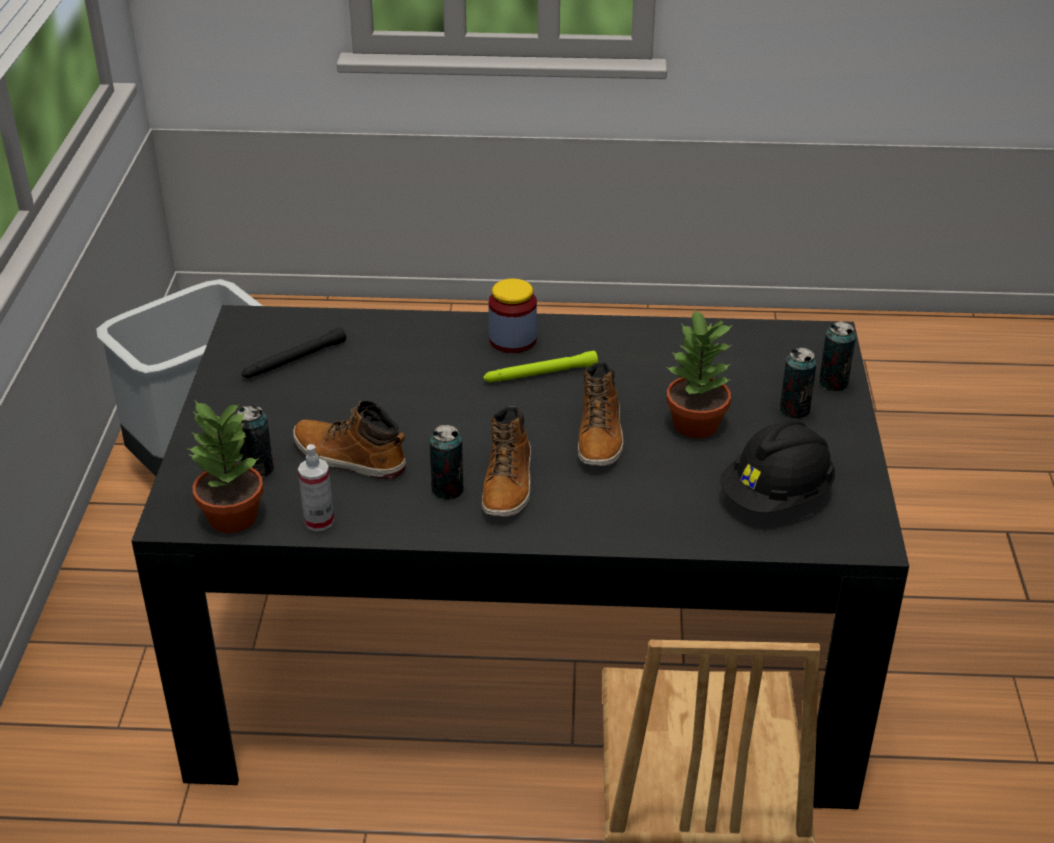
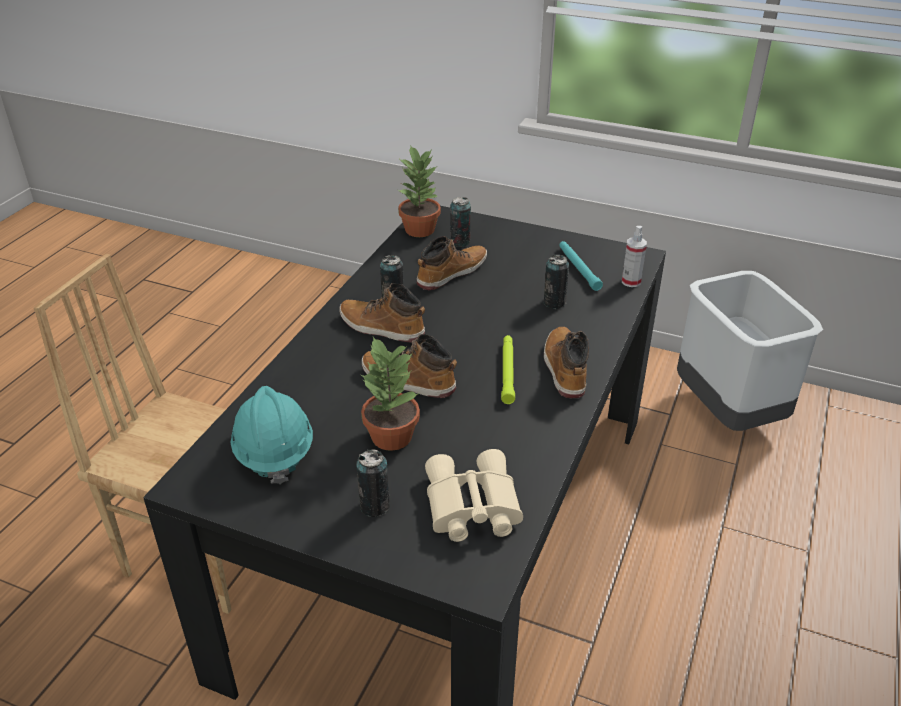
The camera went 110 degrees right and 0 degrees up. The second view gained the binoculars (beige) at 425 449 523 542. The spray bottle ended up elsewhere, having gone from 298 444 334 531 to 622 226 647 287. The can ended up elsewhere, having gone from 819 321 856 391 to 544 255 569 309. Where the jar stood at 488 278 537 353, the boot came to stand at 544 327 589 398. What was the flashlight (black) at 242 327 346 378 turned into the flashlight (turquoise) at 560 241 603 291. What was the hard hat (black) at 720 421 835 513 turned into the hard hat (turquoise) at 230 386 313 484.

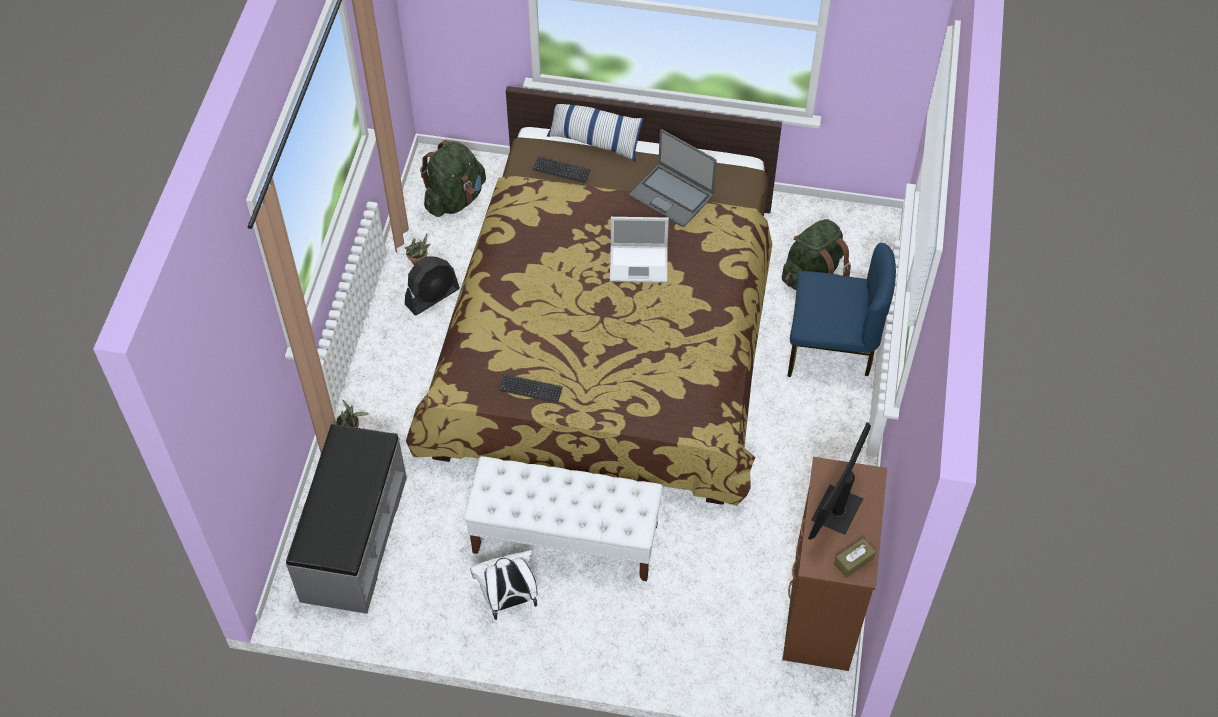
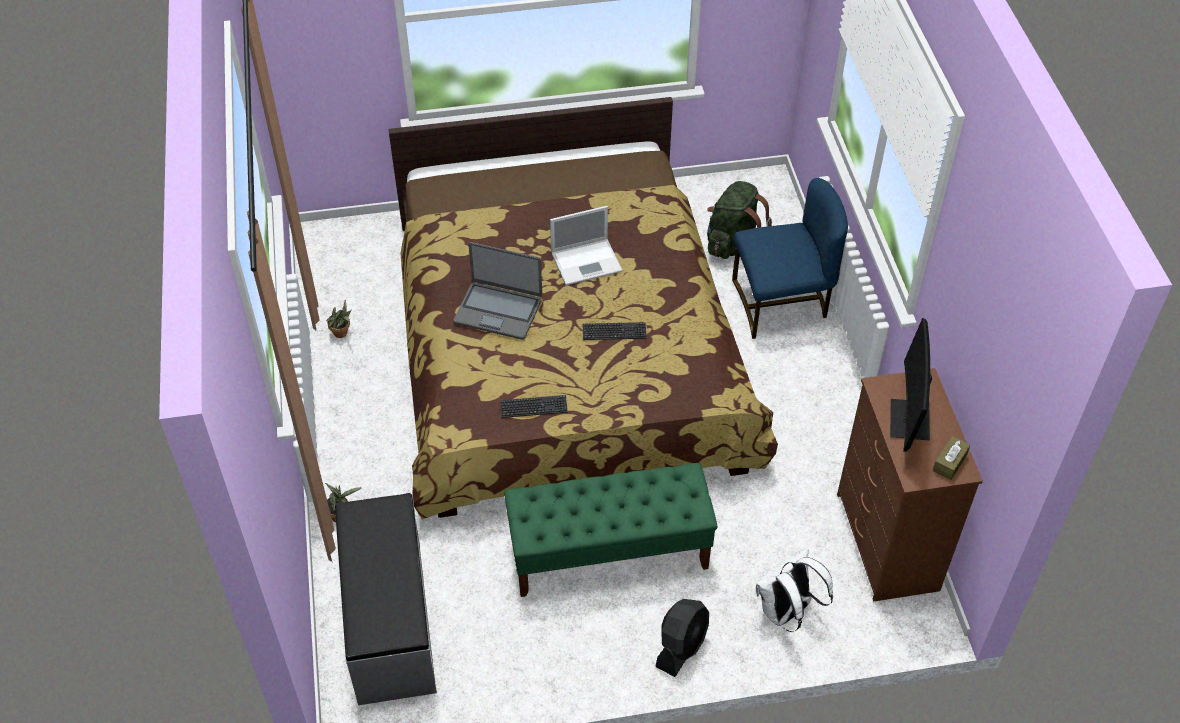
The camera went 20 degrees left and 5 degrees down. The second view lost the backpack (green) at 420 140 486 217. The second view lost the pillow at 547 104 644 162. The fan (black) ended up elsewhere, having gone from 405 256 460 315 to 655 599 709 677. The backpack (white) ended up elsewhere, having gone from 470 550 537 620 to 756 548 833 632. The keyboard ended up elsewhere, having gone from 532 156 591 183 to 583 322 647 340. The laptop ended up elsewhere, having gone from 629 129 717 227 to 453 242 542 340. What was the bench (white) at 464 456 663 581 turned into the bench (green) at 504 463 718 597.

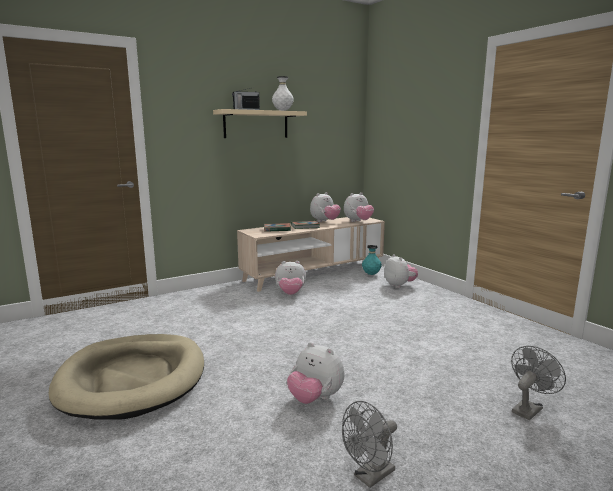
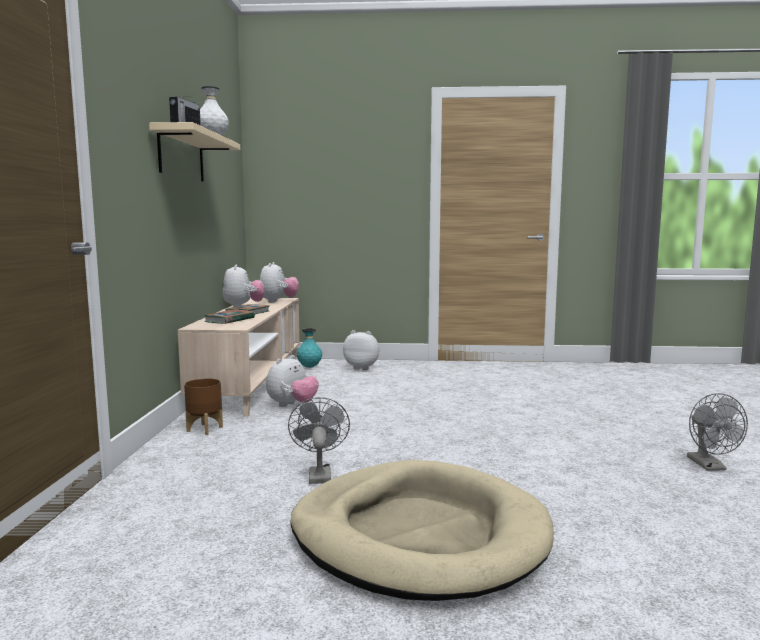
The camera went 55 degrees left and 5 degrees down. The second view lost the plush toy at 287 342 344 404. The second view gained the planter (brown) at 184 378 223 435. The fan (grey) ended up elsewhere, having gone from 511 346 566 420 to 288 397 350 484.

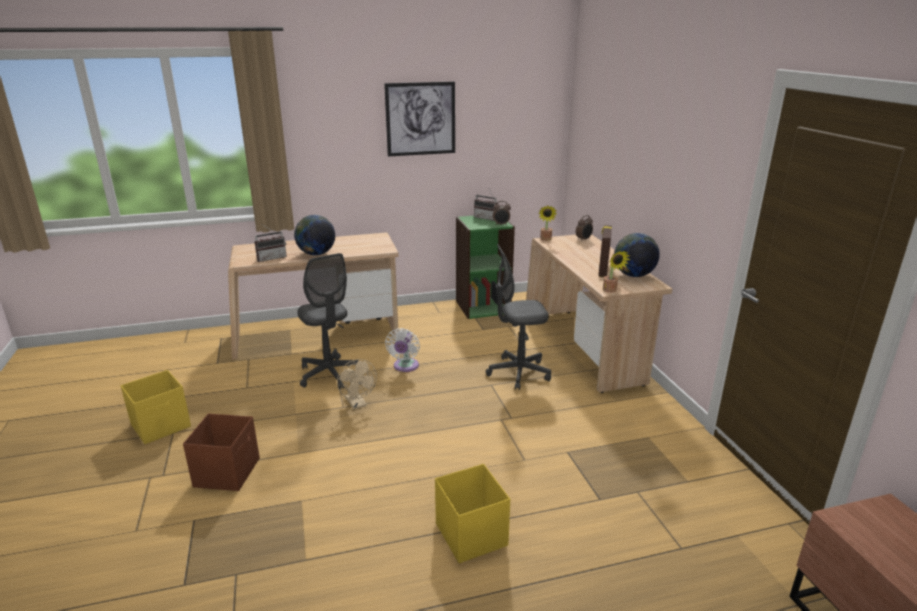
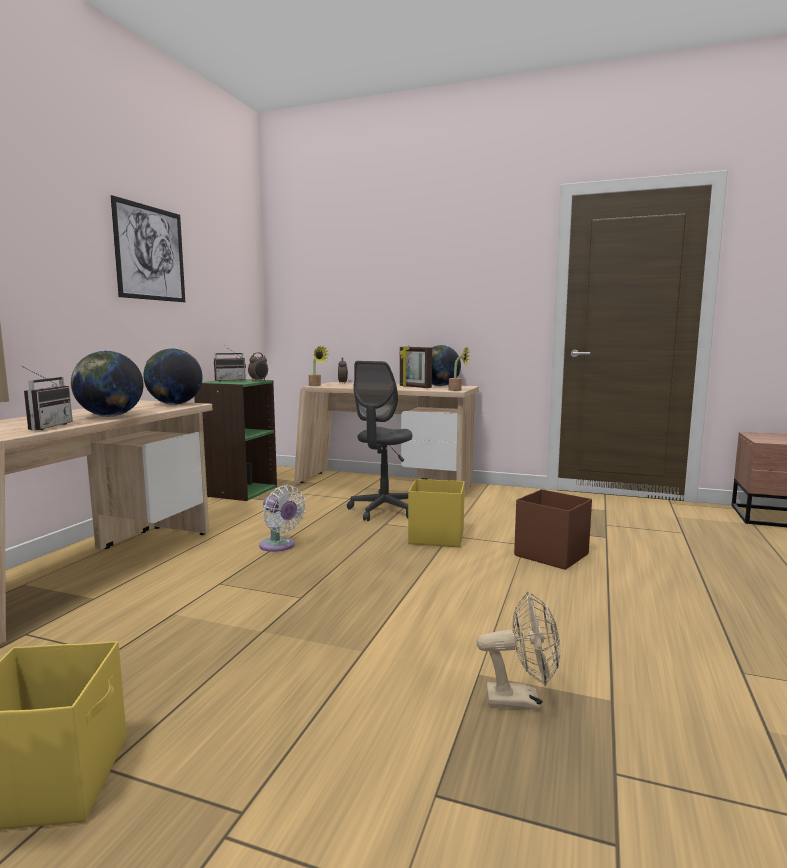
The camera went 55 degrees left and 15 degrees down. The second view lost the office chair (grey) at 297 253 359 390. The second view gained the globe at 143 349 203 405. The storage box (brown) ended up elsewhere, having gone from 183 413 260 491 to 514 489 592 570. The fan (beige) ended up elsewhere, having gone from 337 359 377 410 to 476 591 560 710. The storage box (yellow) ended up elsewhere, having gone from 435 464 510 563 to 408 479 465 547.

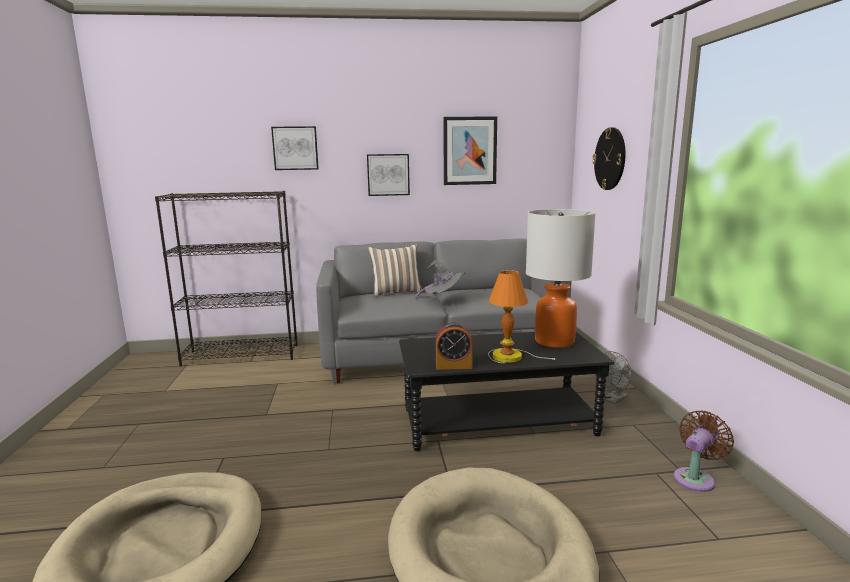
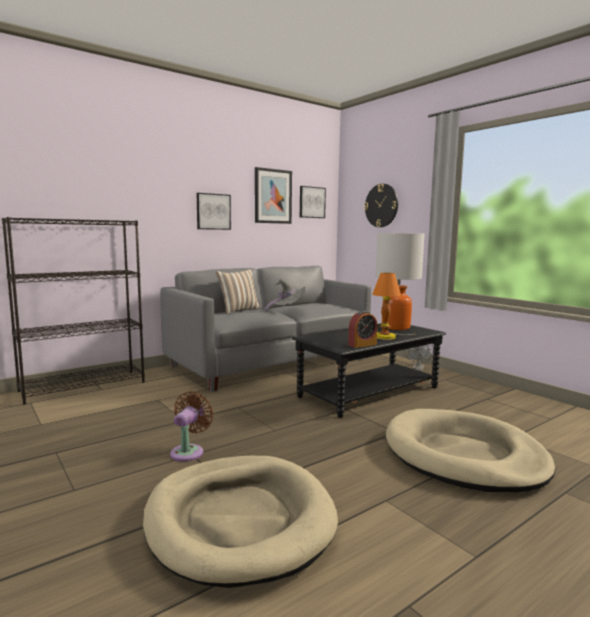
The camera went 30 degrees left and 5 degrees down. The picture ended up elsewhere, having gone from 271 126 319 170 to 300 186 326 218. The fan (brown) ended up elsewhere, having gone from 674 411 734 492 to 170 391 213 462.

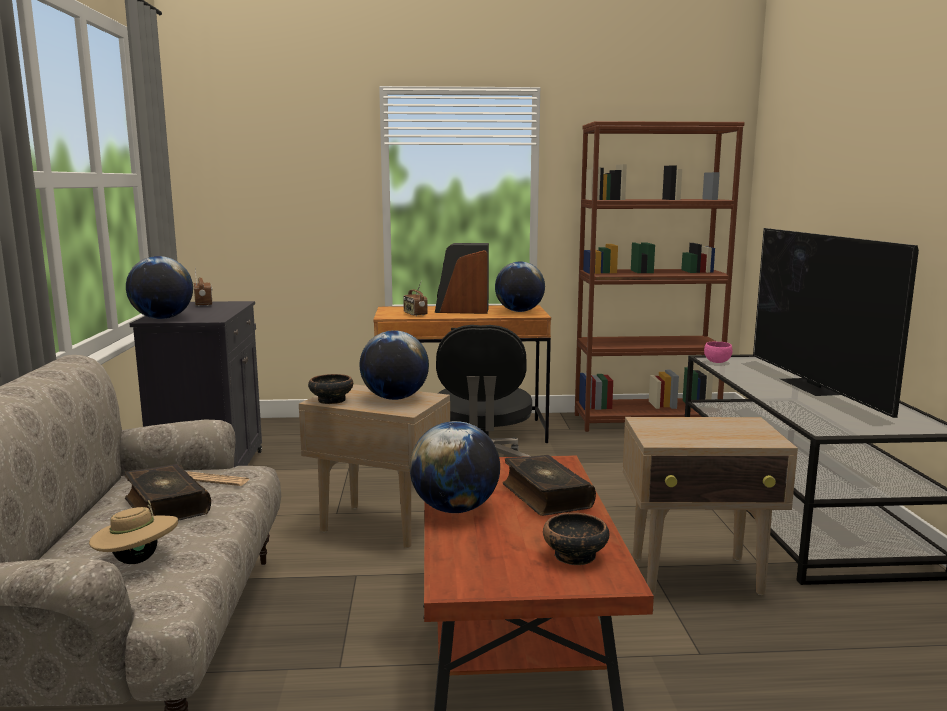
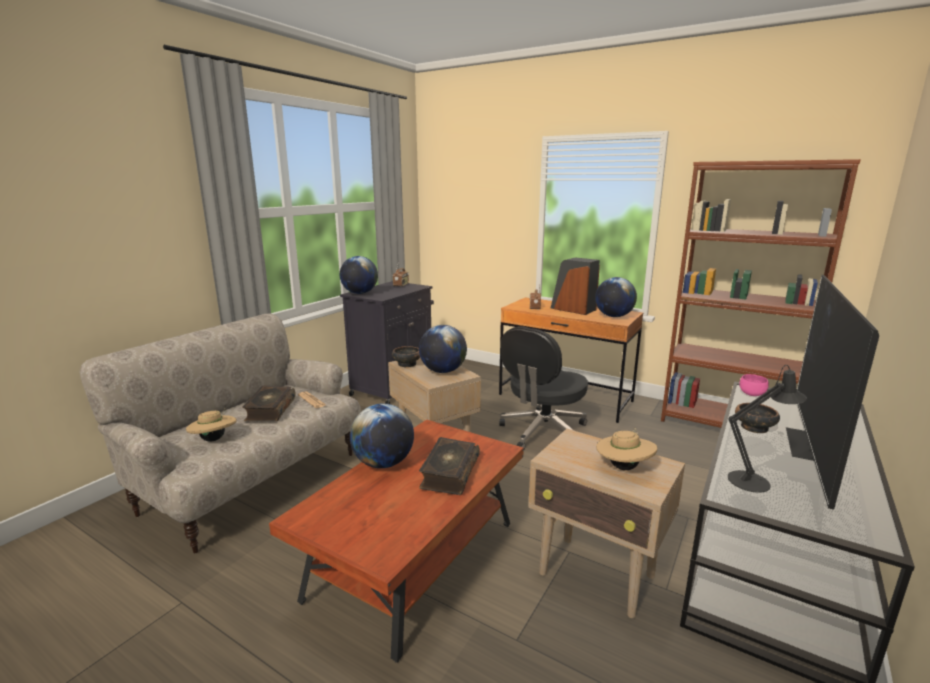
The camera went 35 degrees right and 5 degrees up. The second view gained the hat (beige) at 596 427 657 470. The second view gained the table lamp (black) at 728 365 807 493. The bowl ended up elsewhere, having gone from 543 513 609 565 to 735 403 780 433.

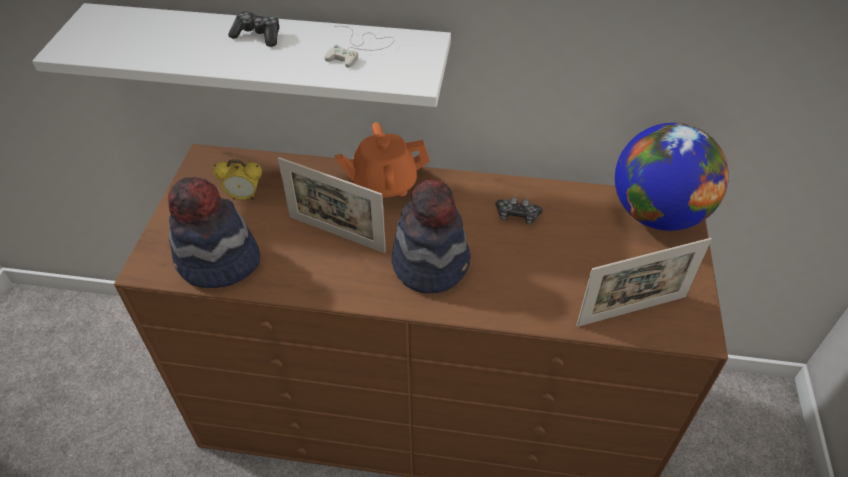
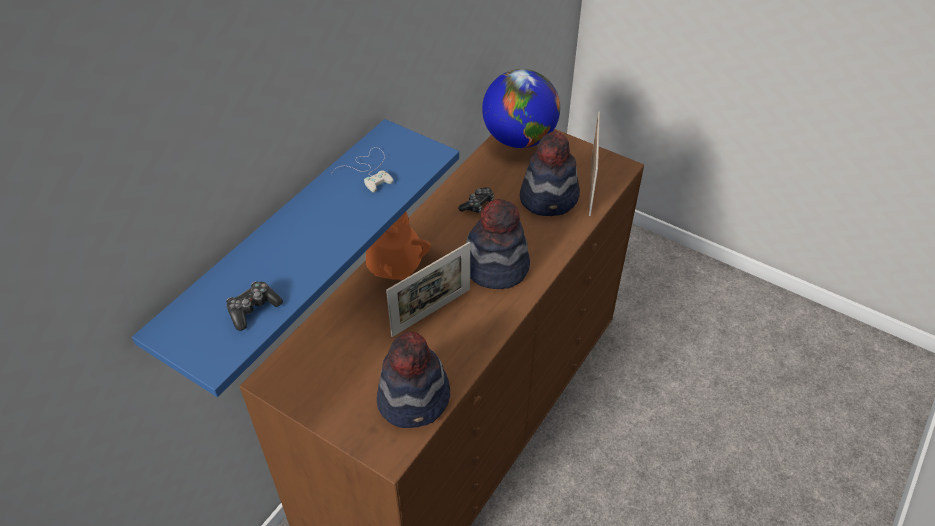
The camera went 65 degrees left and 0 degrees up. The second view lost the alarm clock at 213 159 262 200. The second view gained the hat at 520 131 580 216. The game controller ended up elsewhere, having gone from 228 11 279 47 to 226 281 283 331. What was the shelf (white) at 32 3 451 107 turned into the shelf (blue) at 132 119 459 397.

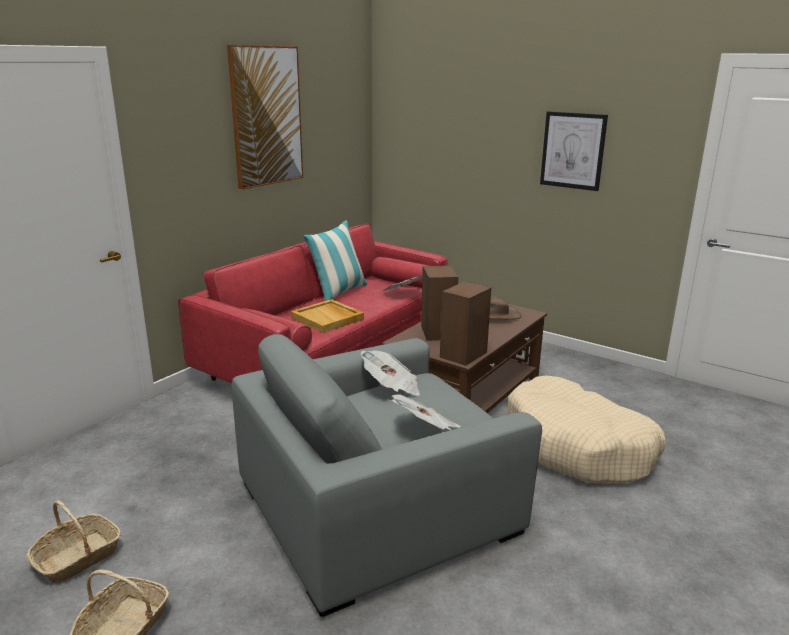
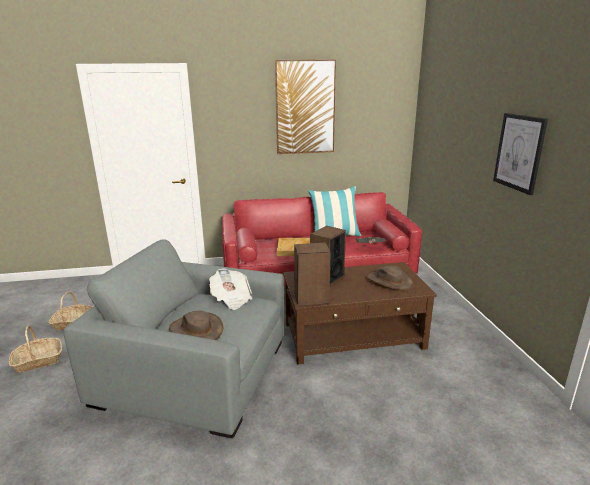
The camera went 45 degrees right and 0 degrees up. The second view lost the dog bed (beige) at 508 376 666 484. Where the newspaper stood at 392 394 461 430, the hat (brown) came to stand at 169 311 223 340.

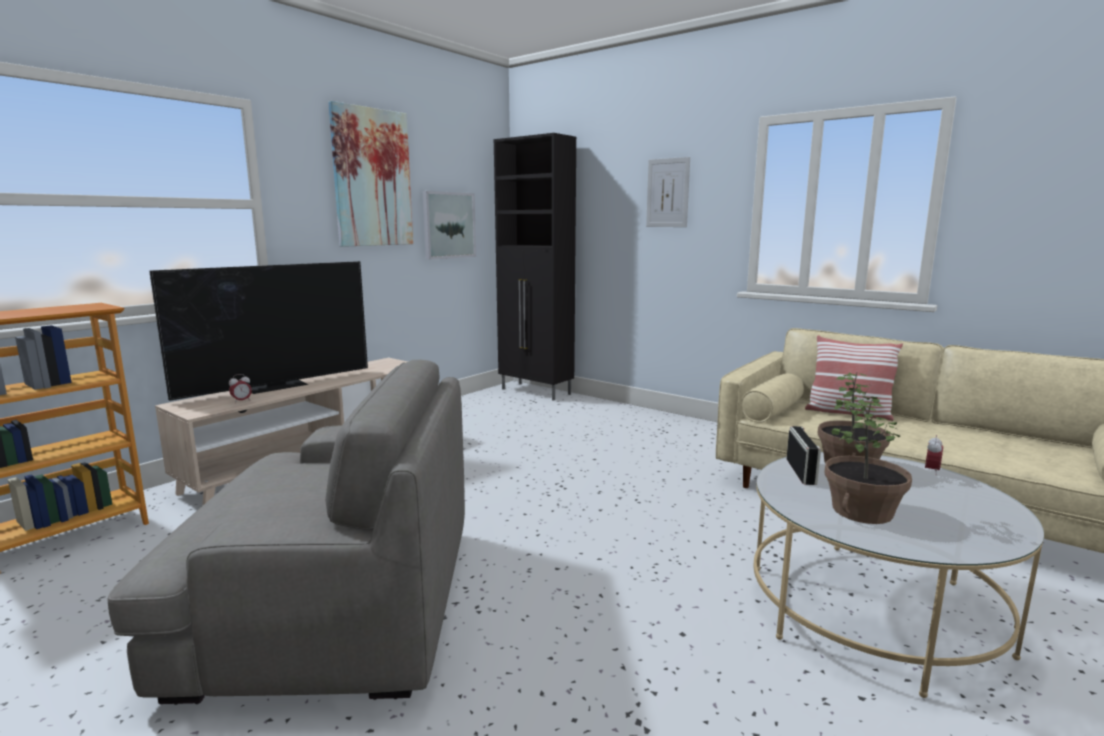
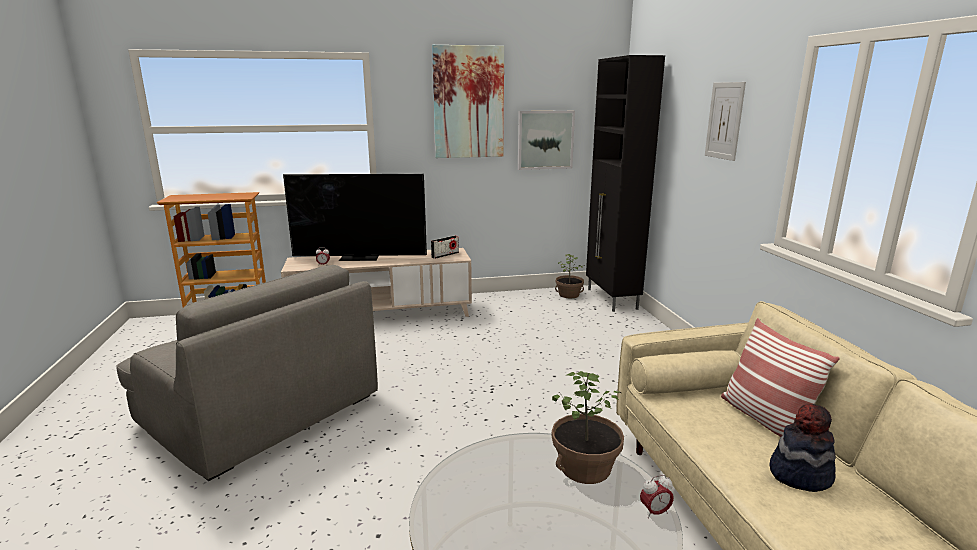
The camera went 40 degrees right and 5 degrees up. The second view gained the hat at 770 404 836 492. The radio ended up elsewhere, having gone from 787 426 821 485 to 431 235 459 259. The potted plant ended up elsewhere, having gone from 824 400 912 524 to 555 254 585 298.

